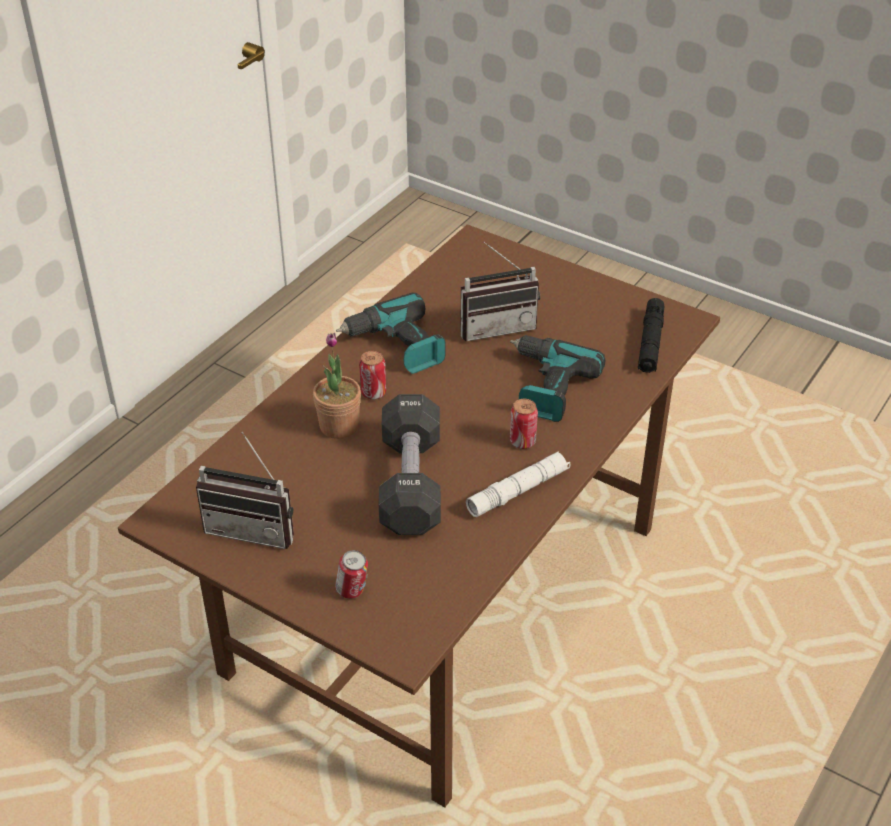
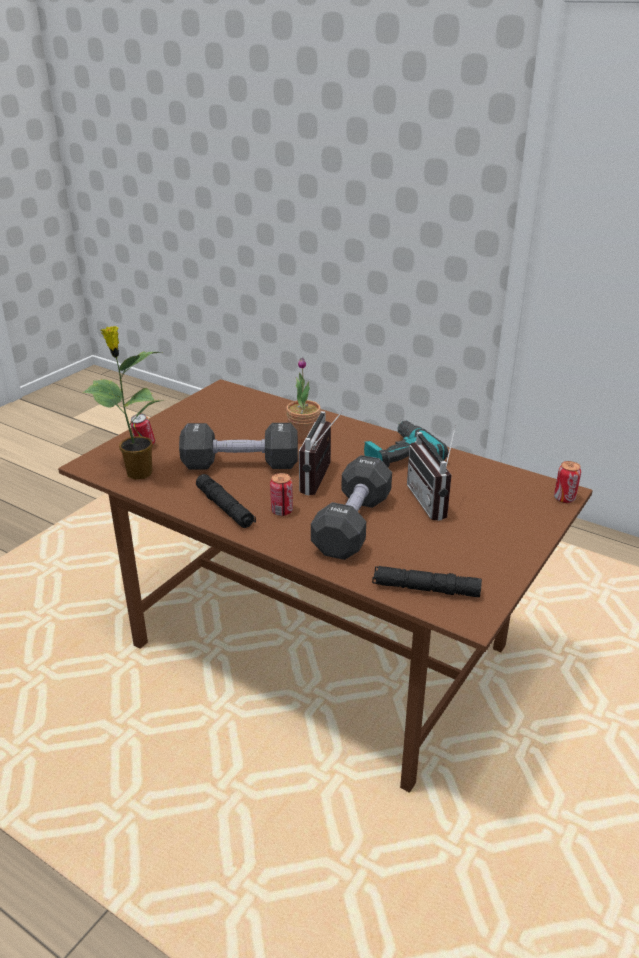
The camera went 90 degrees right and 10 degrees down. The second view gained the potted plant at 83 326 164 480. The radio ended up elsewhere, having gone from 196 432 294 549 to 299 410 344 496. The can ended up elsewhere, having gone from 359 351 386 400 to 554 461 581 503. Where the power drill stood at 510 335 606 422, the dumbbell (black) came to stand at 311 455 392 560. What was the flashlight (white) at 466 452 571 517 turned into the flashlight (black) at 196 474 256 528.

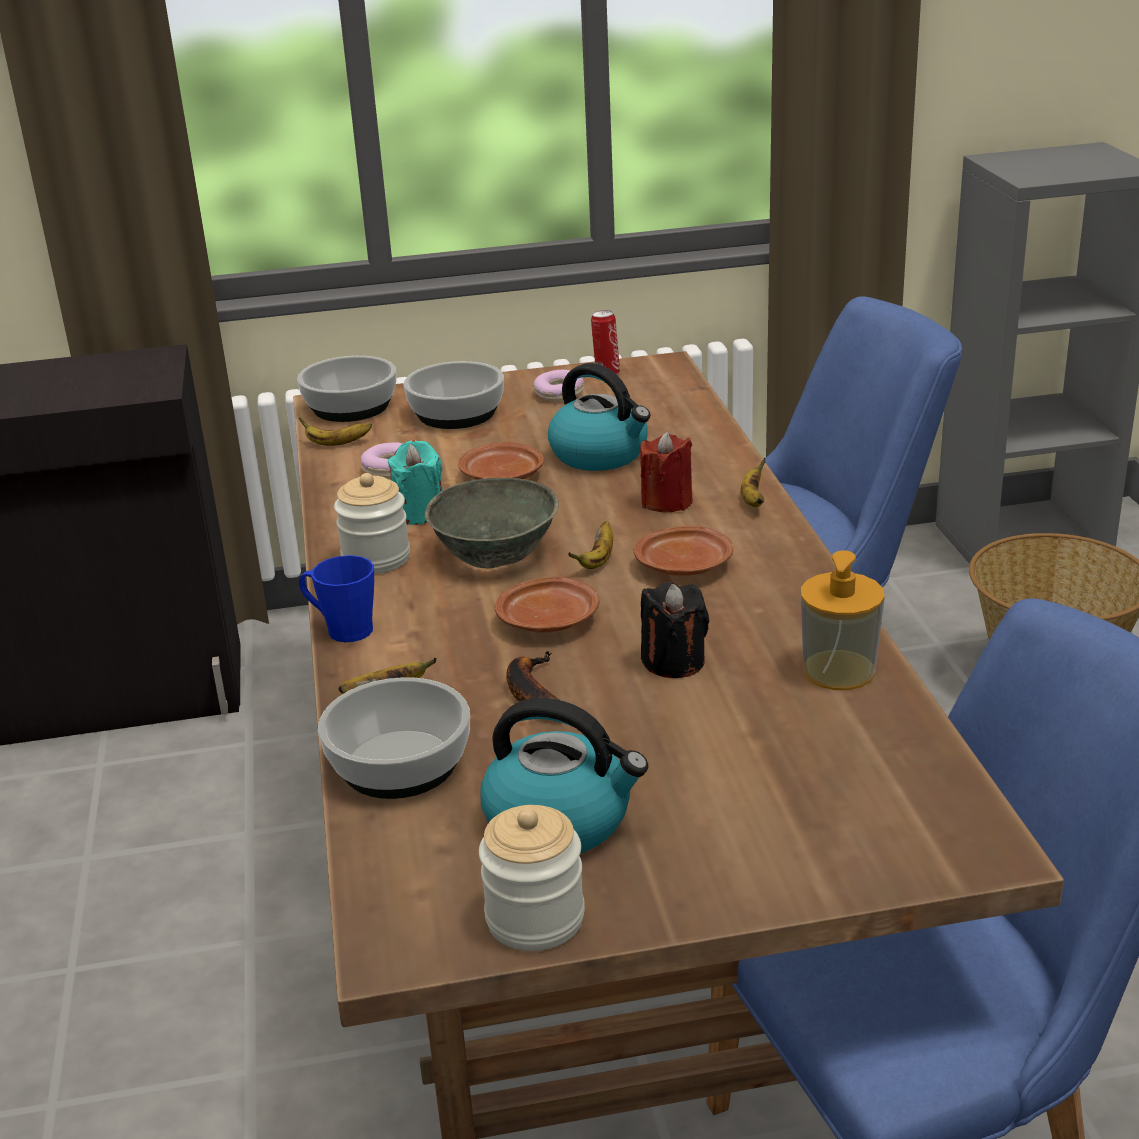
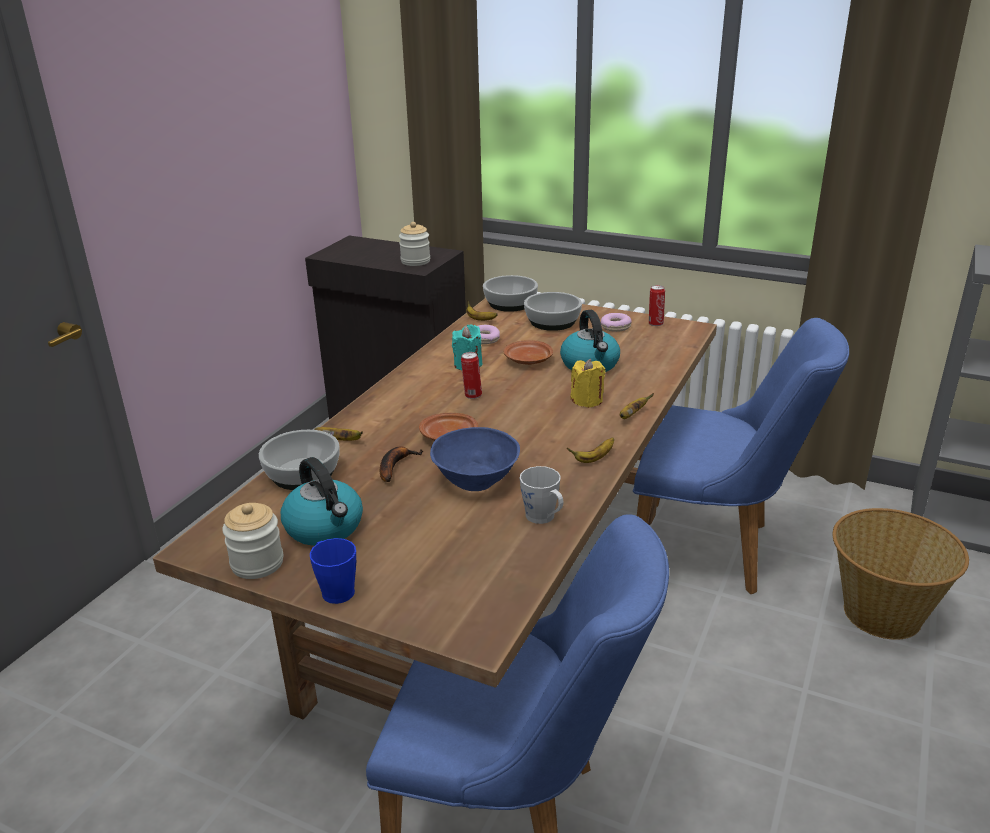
The camera went 35 degrees right and 0 degrees up. The second view lost the plate (brown) at 634 526 733 576. The mug (blue) ended up elsewhere, having gone from 299 555 374 642 to 310 538 356 604. The jar ended up elsewhere, having gone from 334 473 410 574 to 399 222 430 266. The banana ended up elsewhere, having gone from 568 521 613 569 to 567 438 614 463. Where the bowl (grey) stood at 425 478 559 568, the can came to stand at 461 352 482 399. Where the candle (black) stood at 641 582 709 678, the bowl (blue) came to stand at 430 427 520 491. Where the soap dispenser stood at 801 550 885 690, the mug (grey) came to stand at 520 466 563 524. What was the candle (red) at 640 432 692 512 turned into the candle (yellow) at 570 359 606 408.

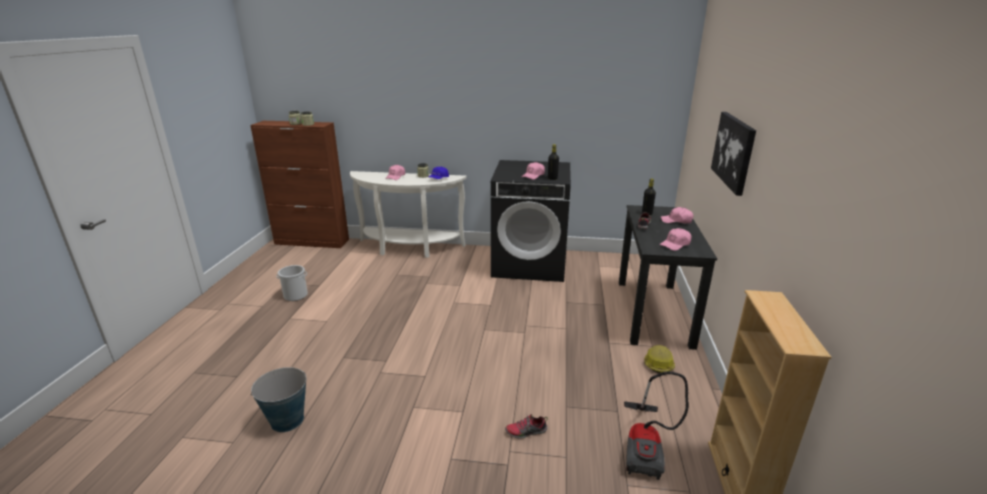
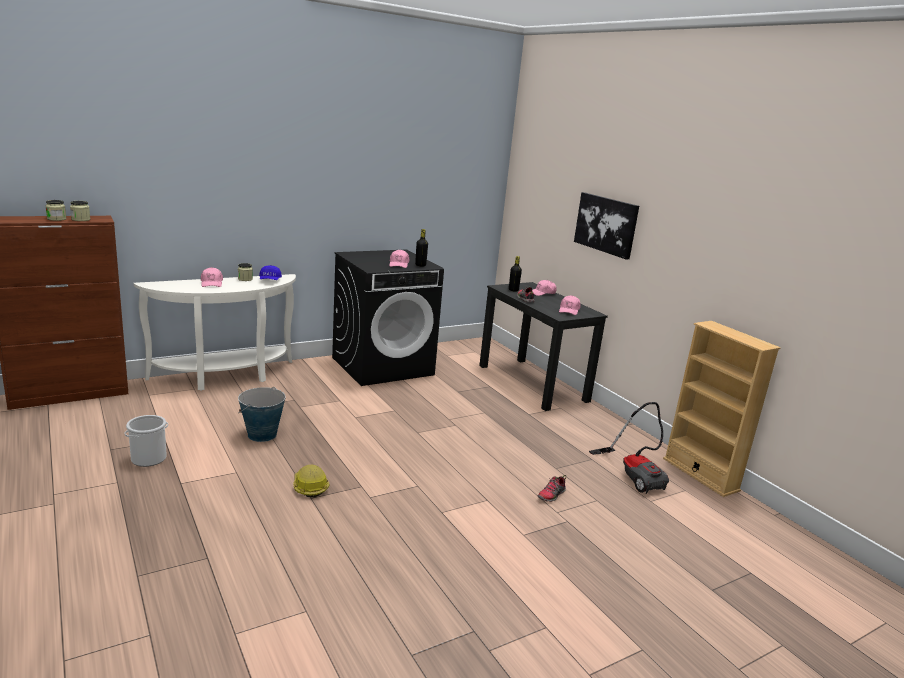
The camera went 40 degrees left and 5 degrees down. The bucket ended up elsewhere, having gone from 250 367 306 432 to 238 387 286 442. The hard hat ended up elsewhere, having gone from 644 345 675 373 to 293 465 329 497.

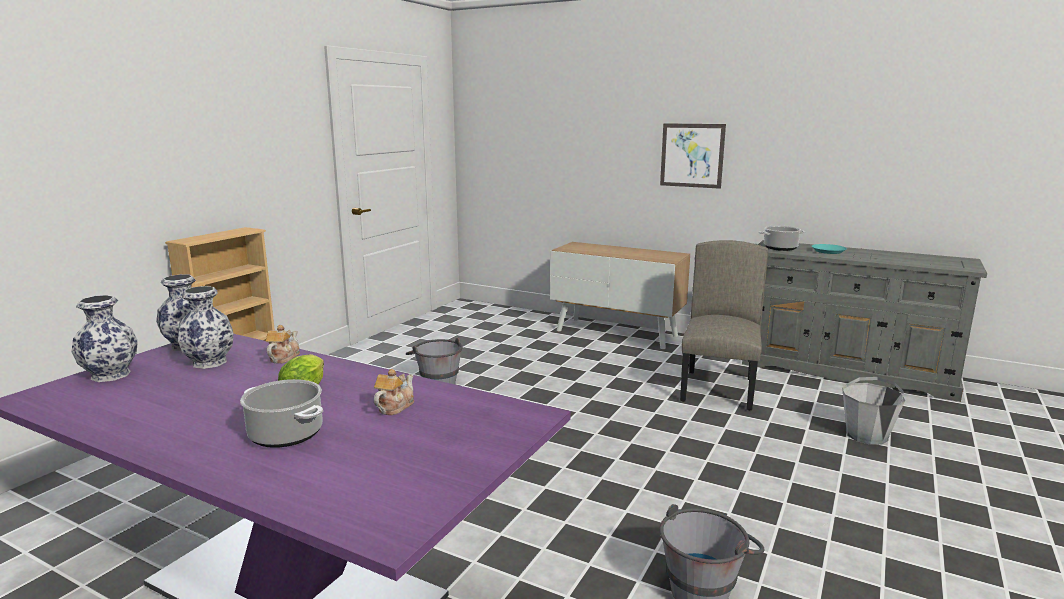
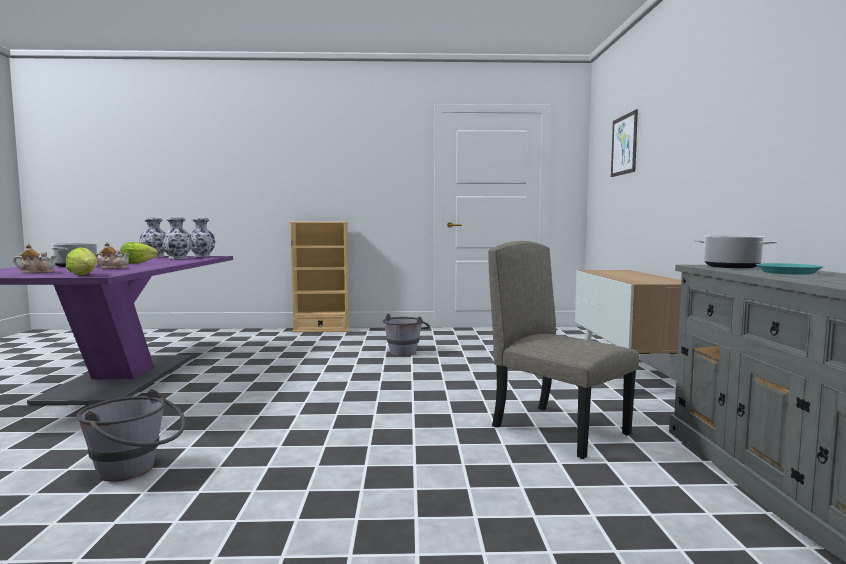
The camera went 60 degrees right and 10 degrees down. The second view lost the bucket (grey) at 842 377 905 445. The second view gained the lettuce at 66 247 98 275. The teapot ended up elsewhere, having gone from 266 325 300 364 to 13 244 56 273. The picture ended up elsewhere, having gone from 660 123 726 189 to 611 109 638 177. The chair (beige) at 680 240 768 410 ended up facing another way, 120 degrees counterclockwise from before.

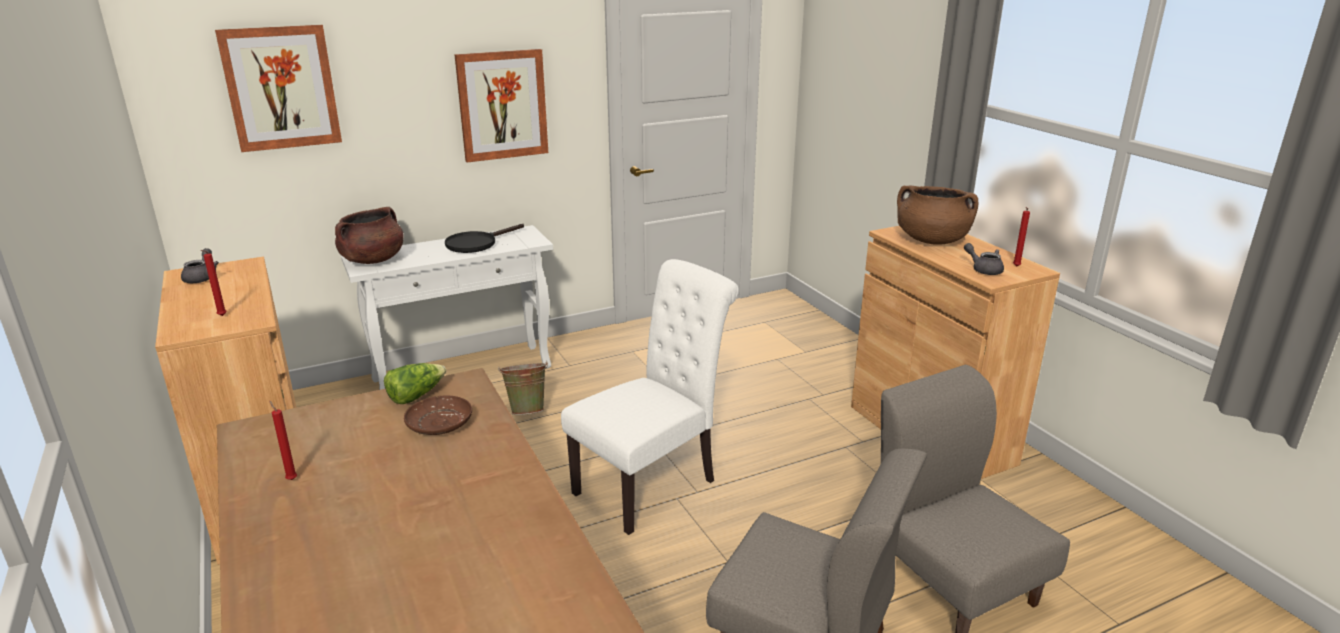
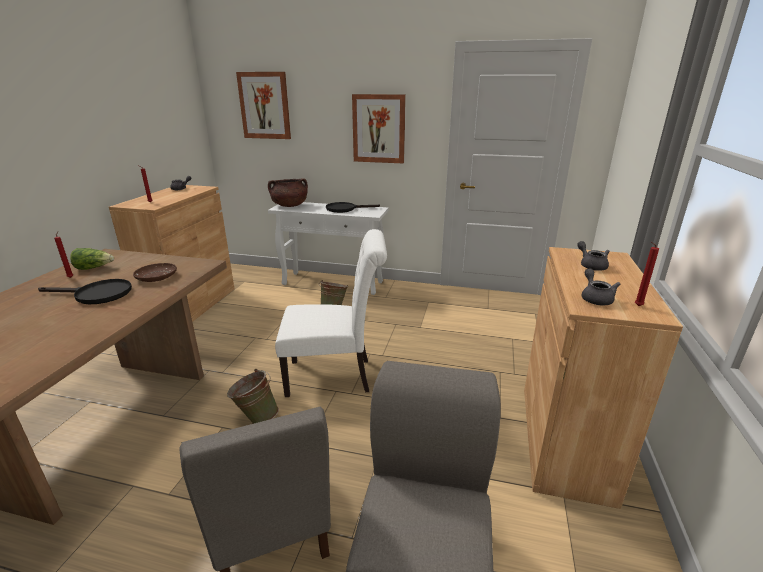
The camera went 40 degrees right and 0 degrees up. The second view gained the frying pan (black) at 38 279 132 304. The second view gained the bucket (green) at 227 369 279 424. The lettuce ended up elsewhere, having gone from 384 363 446 404 to 70 248 114 270. Where the cooking pot (brown) stood at 897 185 978 245, the teapot (grey) came to stand at 577 241 609 271.

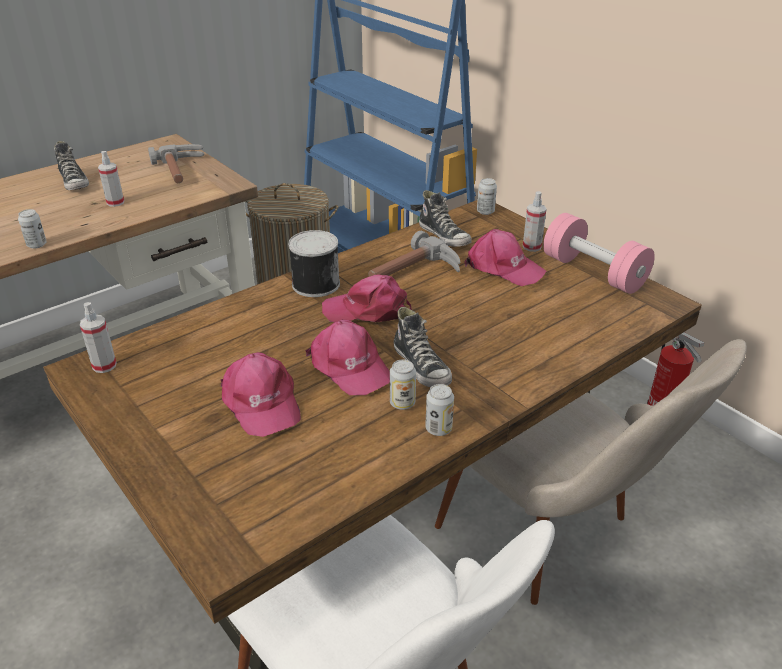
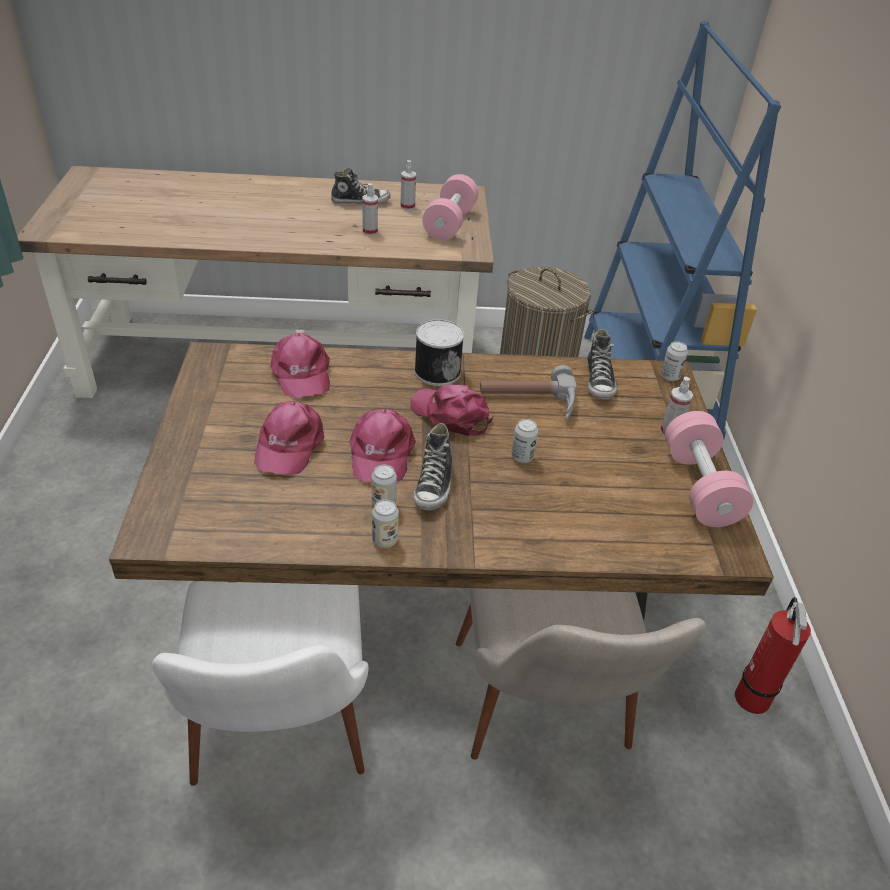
The camera went 35 degrees right and 5 degrees up. The can ended up elsewhere, having gone from 18 209 47 249 to 511 419 538 463. The spray bottle ended up elsewhere, having gone from 80 302 117 373 to 400 160 416 210. The cap (pink) ended up elsewhere, having gone from 464 229 546 286 to 270 333 330 398. Where the hammer stood at 148 144 204 183, the dumbbell (pink) came to stand at 422 174 478 240. The shoe at 54 141 89 190 ended up facing another way, 105 degrees counterclockwise from before.

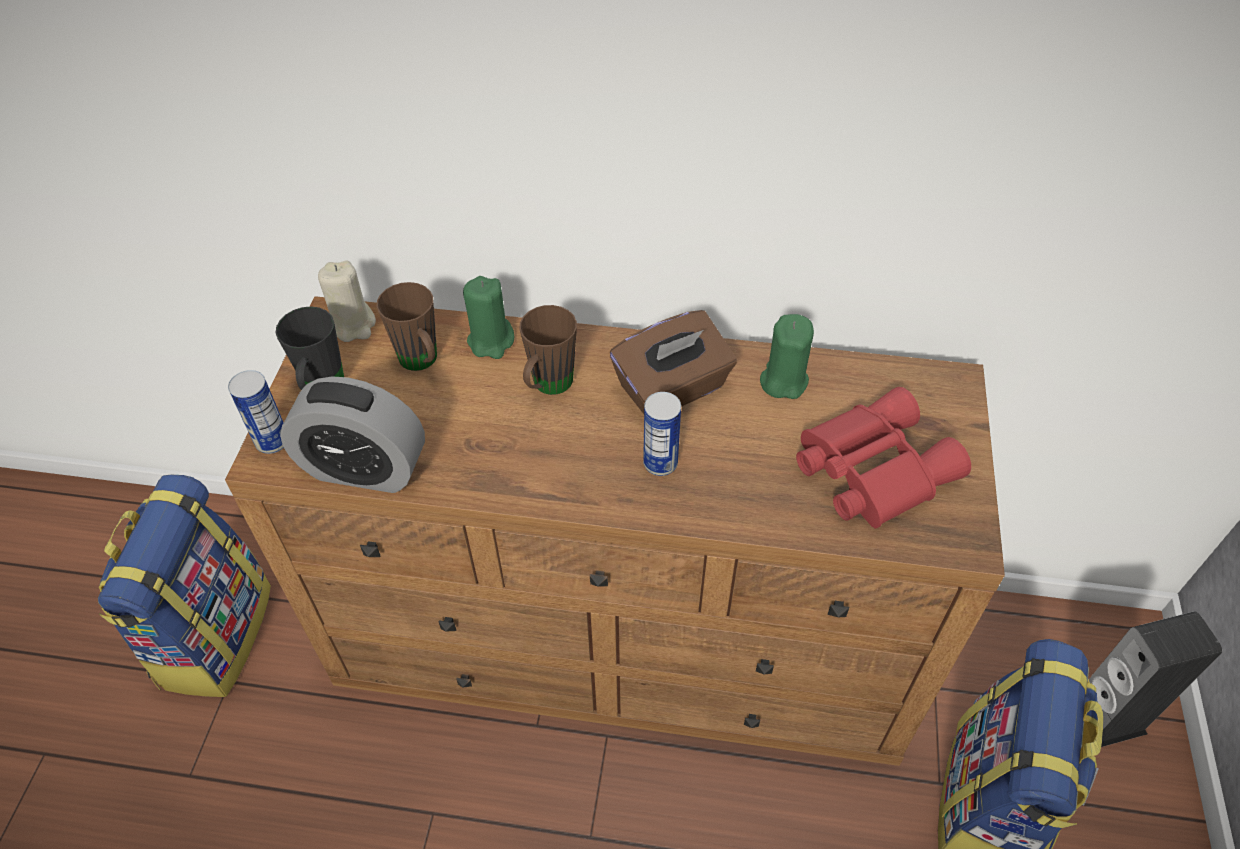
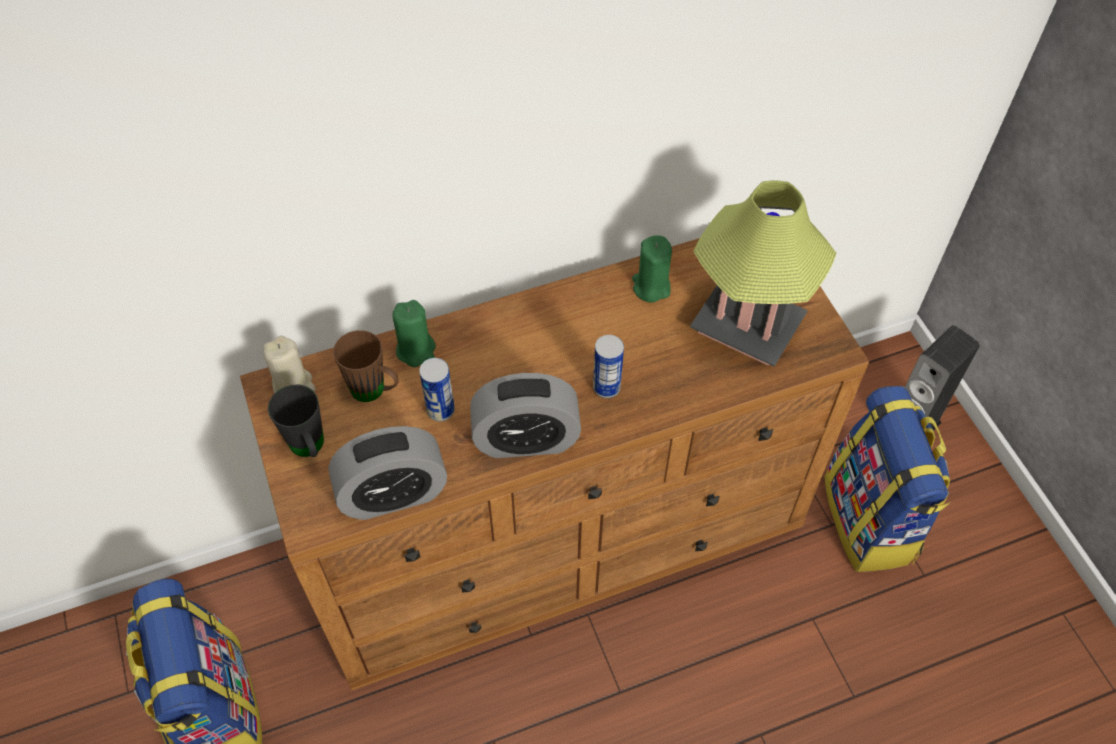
The camera went 30 degrees left and 5 degrees up. The second view lost the mug (brown) at 519 305 577 395. The second view lost the tissue box (brown) at 610 310 737 414. The second view gained the alarm clock at 470 373 581 458. The can ended up elsewhere, having gone from 228 370 284 454 to 419 358 455 421. Where the binoculars (red) stood at 796 387 971 529, the table lamp came to stand at 690 180 836 367.

